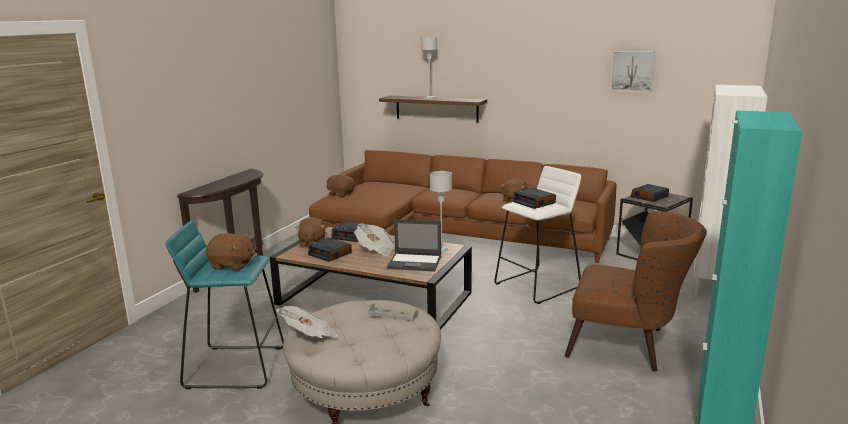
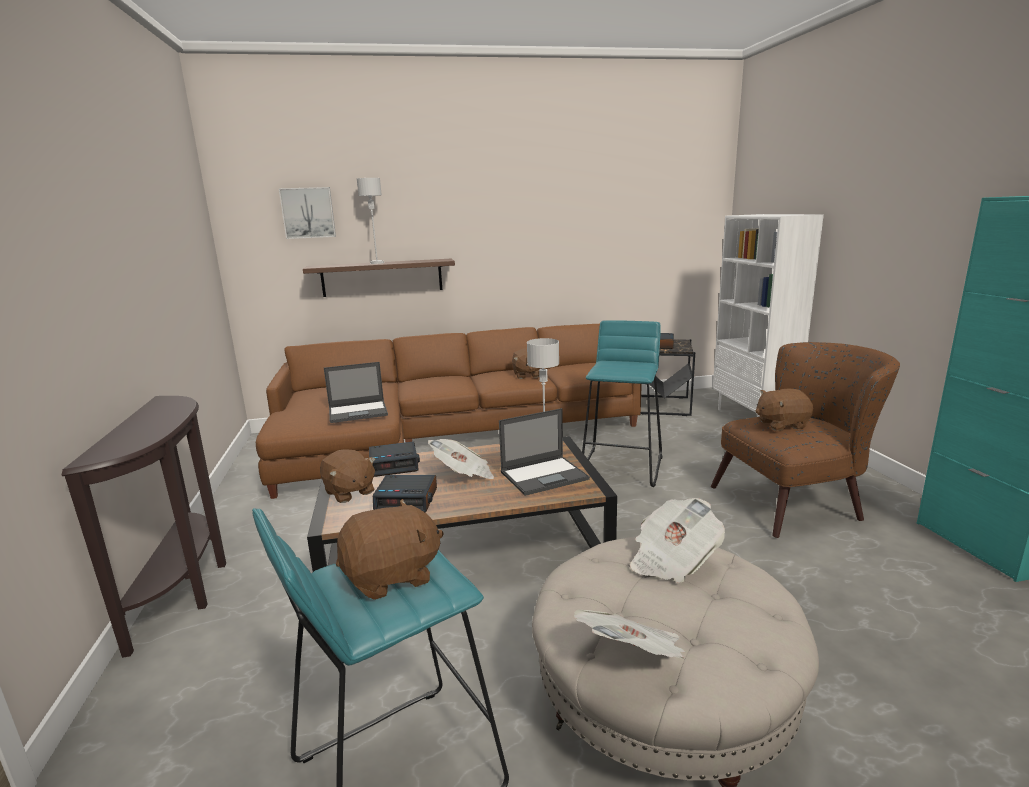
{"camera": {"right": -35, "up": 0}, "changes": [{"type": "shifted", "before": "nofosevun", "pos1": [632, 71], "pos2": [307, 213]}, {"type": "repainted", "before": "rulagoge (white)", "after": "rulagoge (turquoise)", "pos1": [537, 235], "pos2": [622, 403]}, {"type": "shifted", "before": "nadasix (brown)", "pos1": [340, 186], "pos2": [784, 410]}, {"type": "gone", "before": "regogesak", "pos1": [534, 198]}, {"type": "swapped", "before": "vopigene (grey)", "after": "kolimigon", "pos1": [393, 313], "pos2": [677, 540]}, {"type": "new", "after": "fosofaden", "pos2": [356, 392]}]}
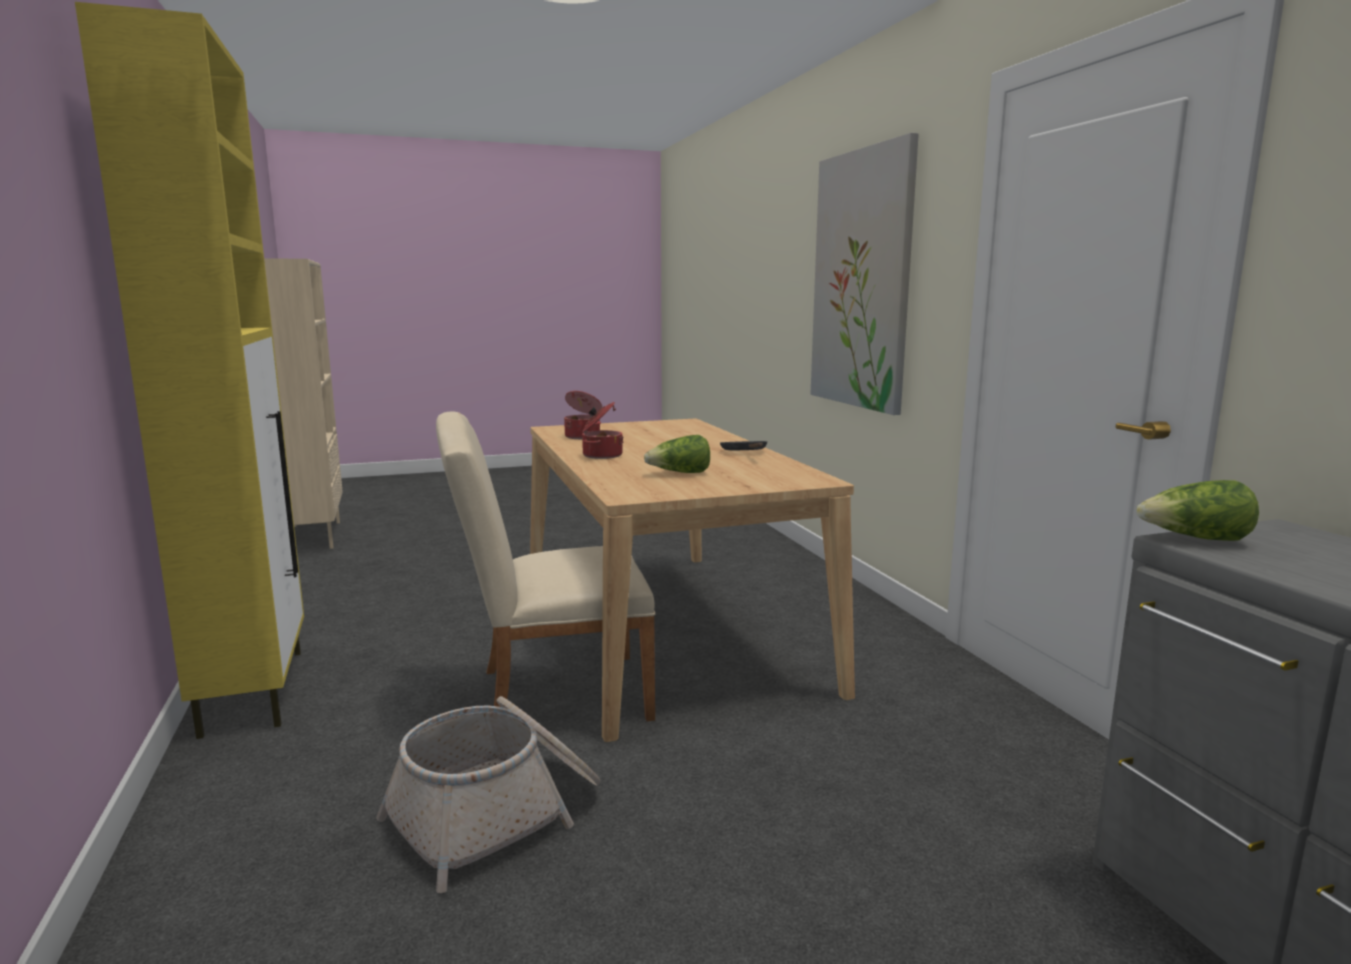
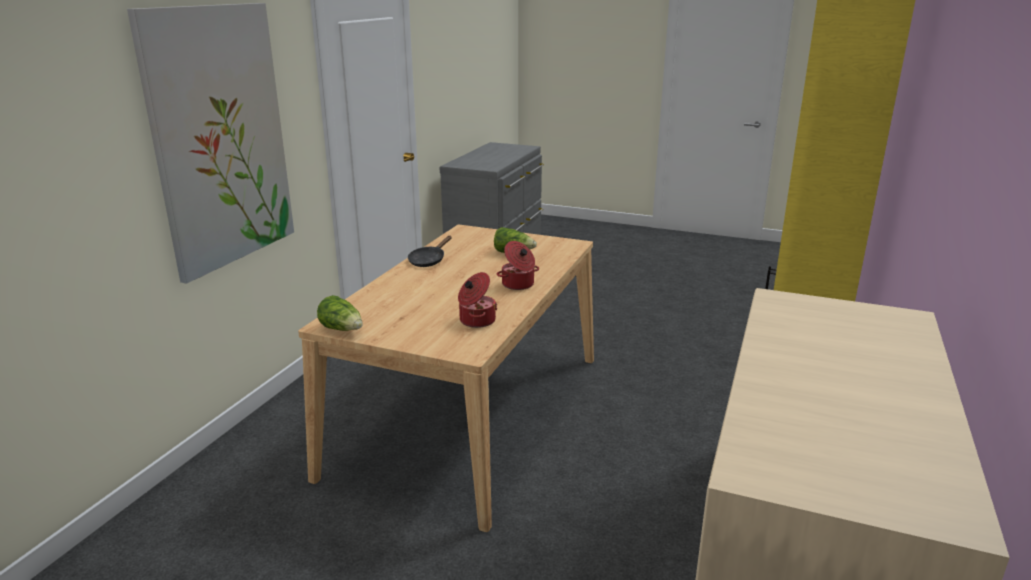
{"camera": {"right": -140, "up": 10}, "changes": [{"type": "gone", "before": "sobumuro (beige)", "pos1": [545, 566]}, {"type": "shifted", "before": "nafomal", "pos1": [1197, 510], "pos2": [340, 313]}, {"type": "gone", "before": "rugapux", "pos1": [488, 794]}]}
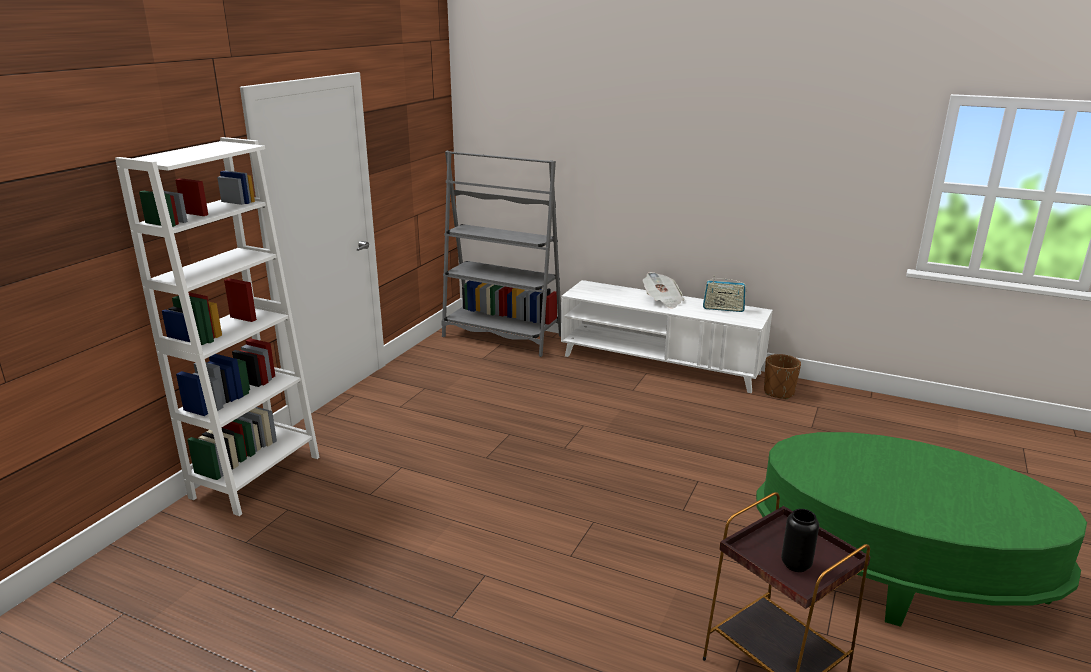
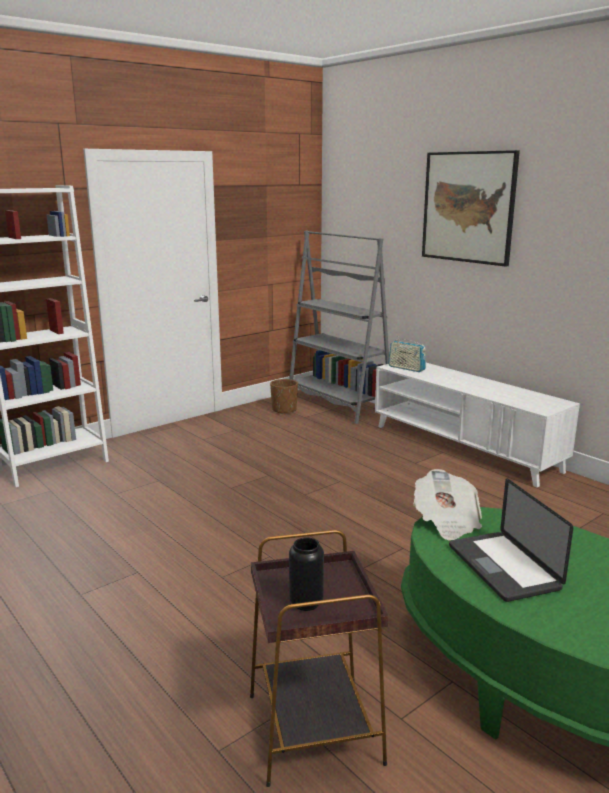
{"camera": {"right": 25, "up": -5}, "changes": [{"type": "shifted", "before": "kolimigon", "pos1": [664, 290], "pos2": [447, 505]}, {"type": "shifted", "before": "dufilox", "pos1": [725, 293], "pos2": [407, 354]}, {"type": "shifted", "before": "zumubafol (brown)", "pos1": [782, 376], "pos2": [284, 396]}, {"type": "new", "after": "nofosevun", "pos2": [471, 208]}, {"type": "new", "after": "fosofaden", "pos2": [511, 540]}]}
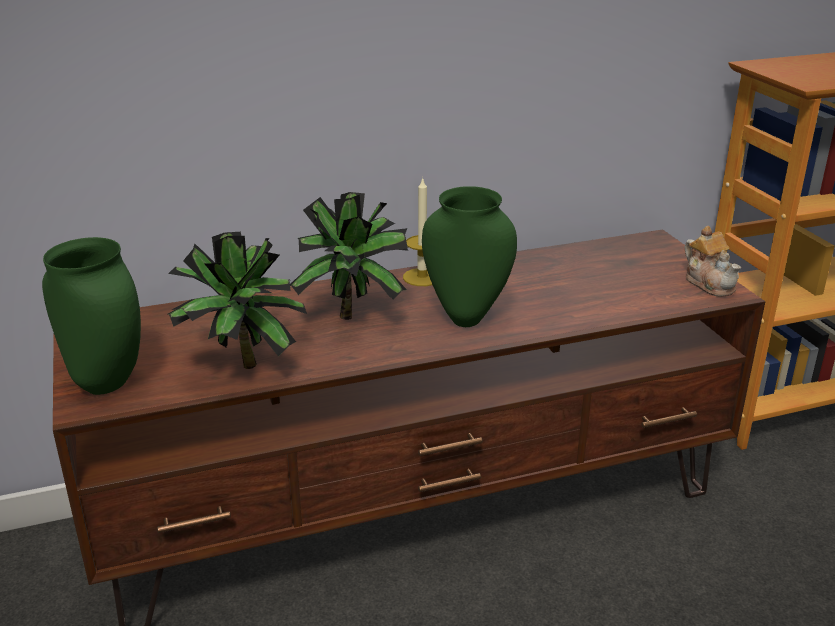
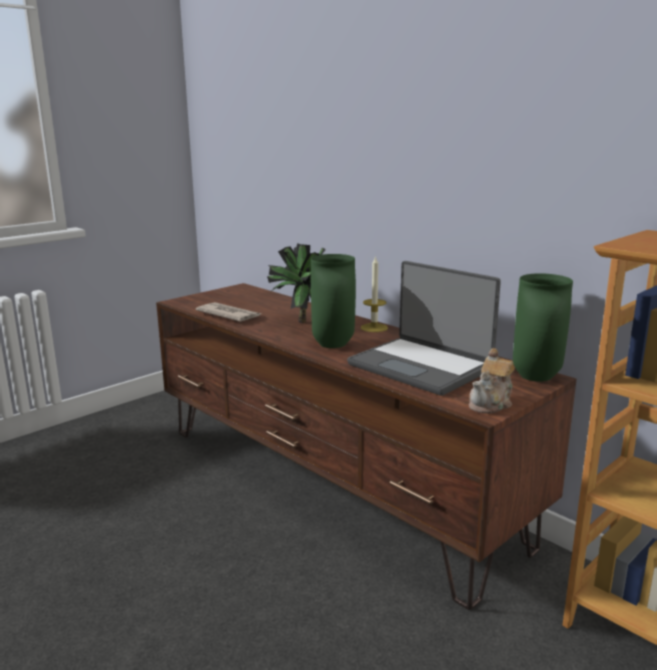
{"camera": {"right": 65, "up": -10}, "changes": [{"type": "swapped", "before": "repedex", "after": "kolimigon", "pos1": [237, 300], "pos2": [229, 312]}, {"type": "shifted", "before": "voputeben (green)", "pos1": [91, 316], "pos2": [543, 327]}, {"type": "new", "after": "fosofaden", "pos2": [424, 328]}]}
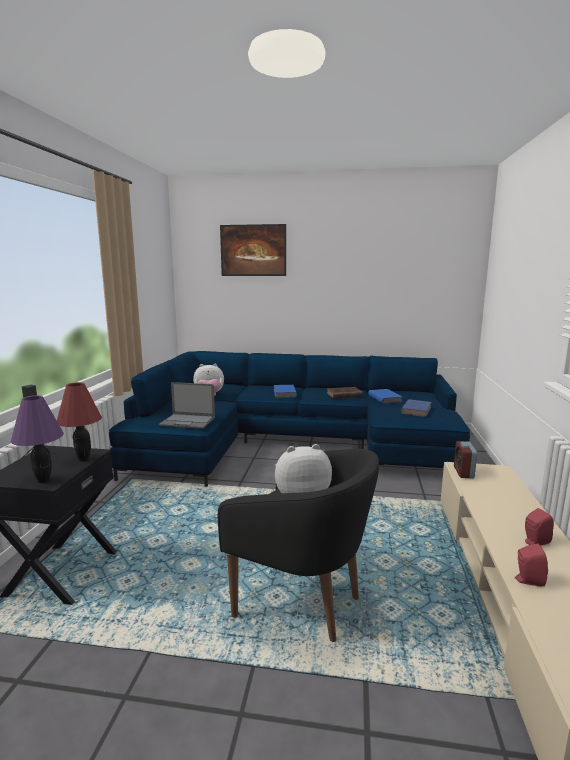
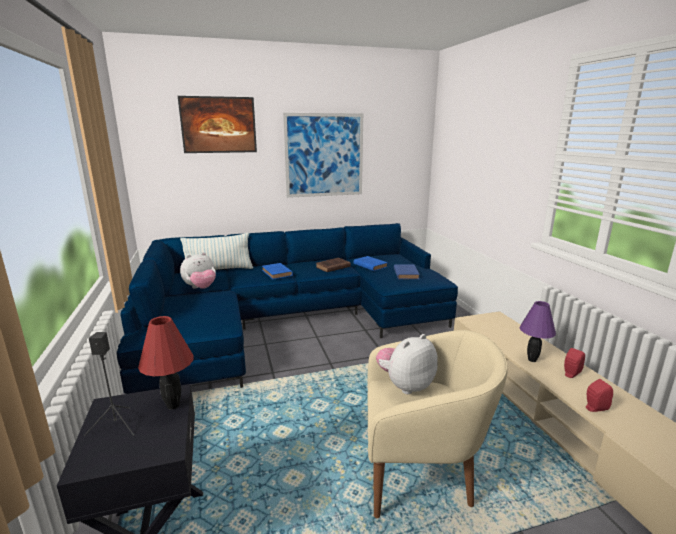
{"camera": {"right": -25, "up": 5}, "changes": [{"type": "gone", "before": "fosofaden", "pos1": [187, 405]}, {"type": "shifted", "before": "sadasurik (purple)", "pos1": [37, 439], "pos2": [537, 331]}, {"type": "gone", "before": "regogesak", "pos1": [465, 460]}, {"type": "repainted", "before": "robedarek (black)", "after": "robedarek (beige)", "pos1": [298, 545], "pos2": [437, 424]}, {"type": "new", "after": "nofosevun", "pos2": [323, 155]}, {"type": "new", "after": "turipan", "pos2": [216, 251]}]}
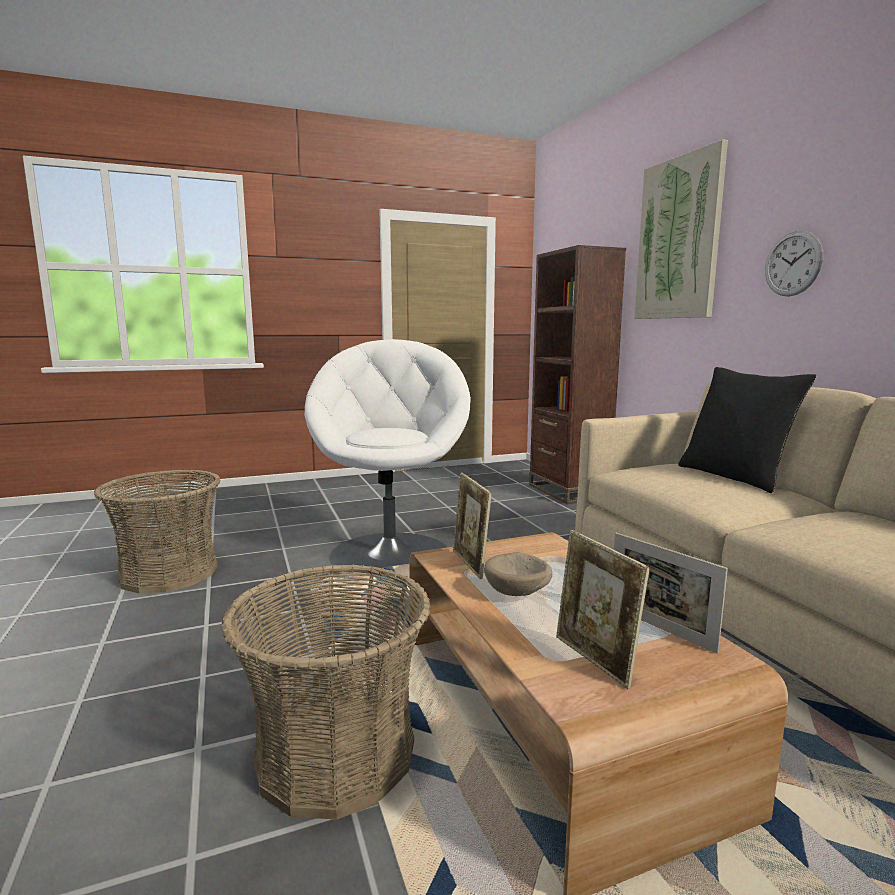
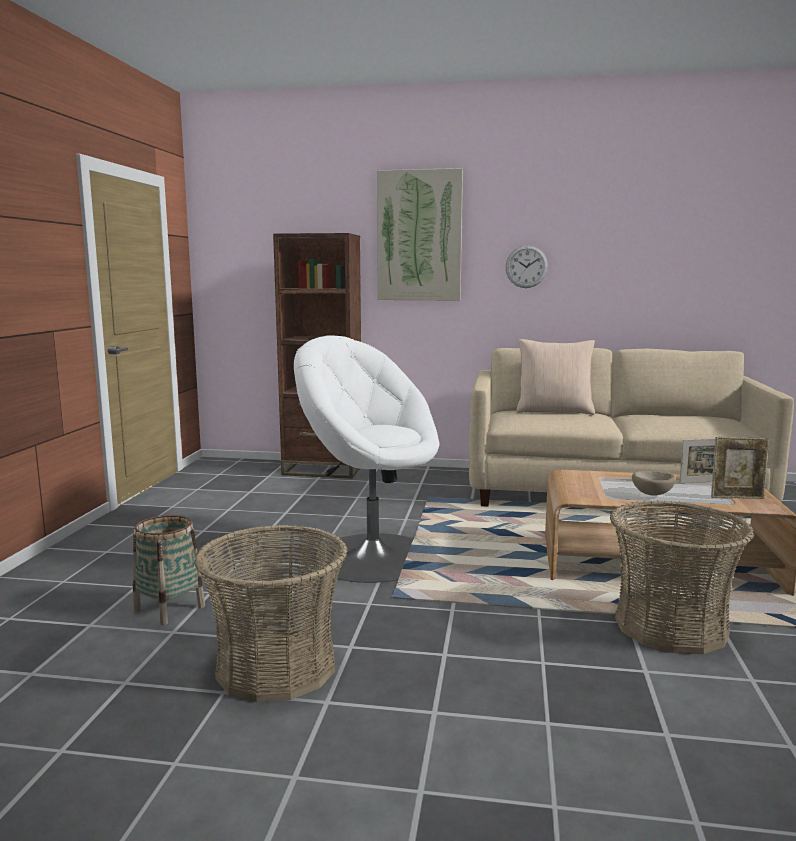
{"camera": {"right": -60, "up": 0}, "changes": [{"type": "repainted", "before": "turipan (black)", "after": "turipan (beige)", "pos1": [747, 430], "pos2": [555, 377]}, {"type": "gone", "before": "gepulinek", "pos1": [472, 526]}, {"type": "new", "after": "rugapux", "pos2": [169, 570]}]}
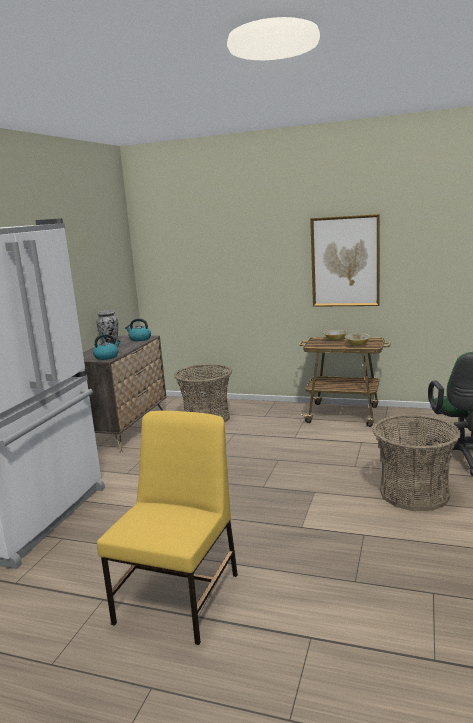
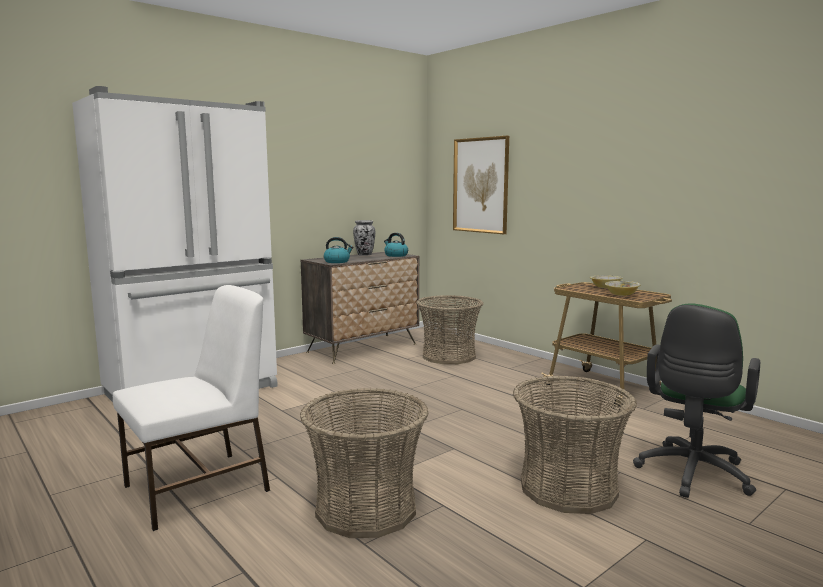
{"camera": {"right": 30, "up": -5}, "changes": [{"type": "shifted", "before": "nofosevun", "pos1": [345, 260], "pos2": [481, 185]}, {"type": "repainted", "before": "sobumuro (yellow)", "after": "sobumuro (white)", "pos1": [167, 528], "pos2": [191, 408]}, {"type": "new", "after": "rugapux", "pos2": [364, 463]}]}
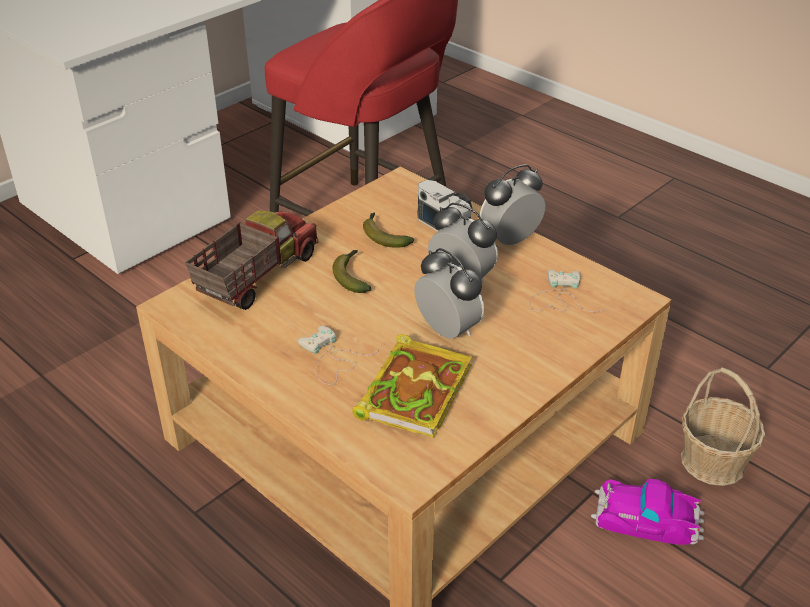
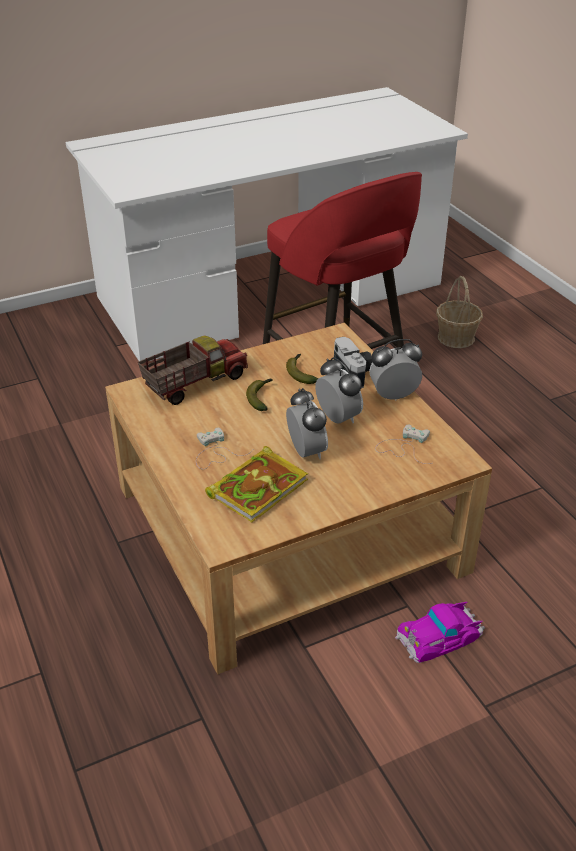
{"camera": {"right": 20, "up": 0}, "changes": [{"type": "shifted", "before": "rugapux", "pos1": [723, 427], "pos2": [459, 312]}, {"type": "rotated", "before": "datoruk", "pos1": [647, 512], "pos2": [440, 632], "turn": -60}]}
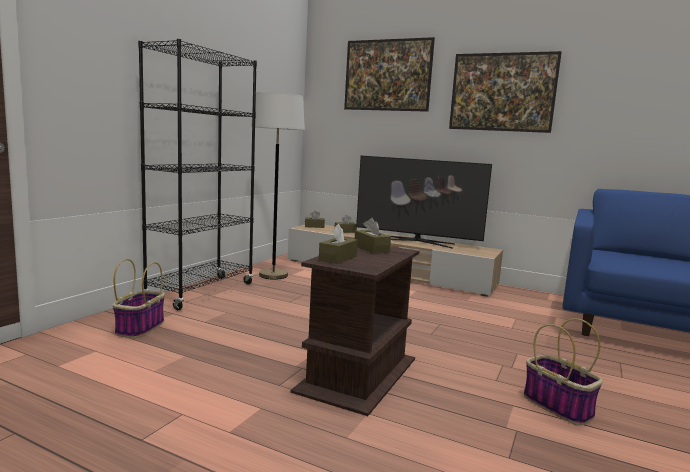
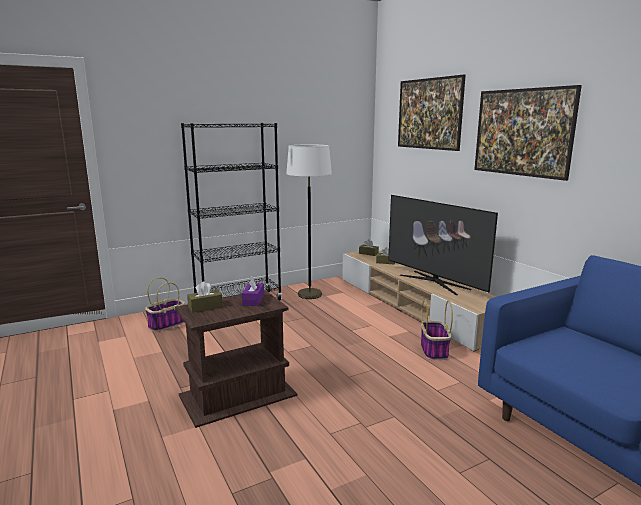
{"camera": {"right": 35, "up": 5}, "changes": [{"type": "repainted", "before": "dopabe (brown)", "after": "dopabe (purple)", "pos1": [373, 236], "pos2": [253, 291]}, {"type": "shifted", "before": "rugapux", "pos1": [563, 372], "pos2": [437, 330]}]}
